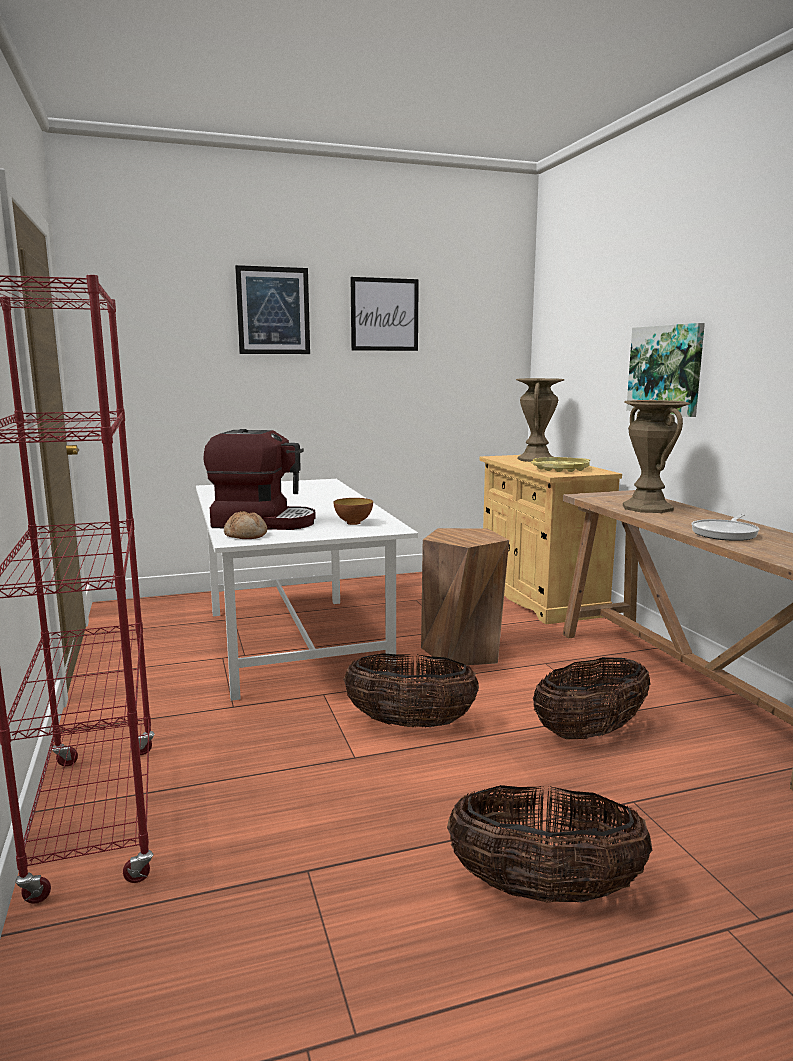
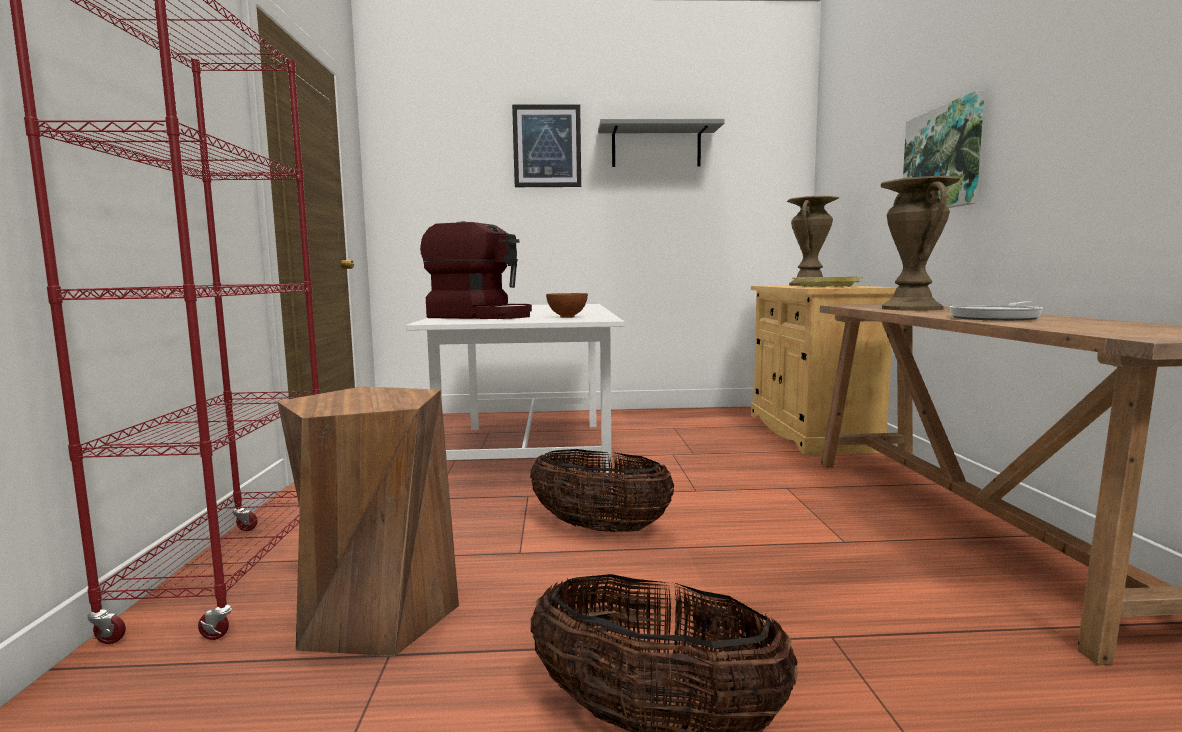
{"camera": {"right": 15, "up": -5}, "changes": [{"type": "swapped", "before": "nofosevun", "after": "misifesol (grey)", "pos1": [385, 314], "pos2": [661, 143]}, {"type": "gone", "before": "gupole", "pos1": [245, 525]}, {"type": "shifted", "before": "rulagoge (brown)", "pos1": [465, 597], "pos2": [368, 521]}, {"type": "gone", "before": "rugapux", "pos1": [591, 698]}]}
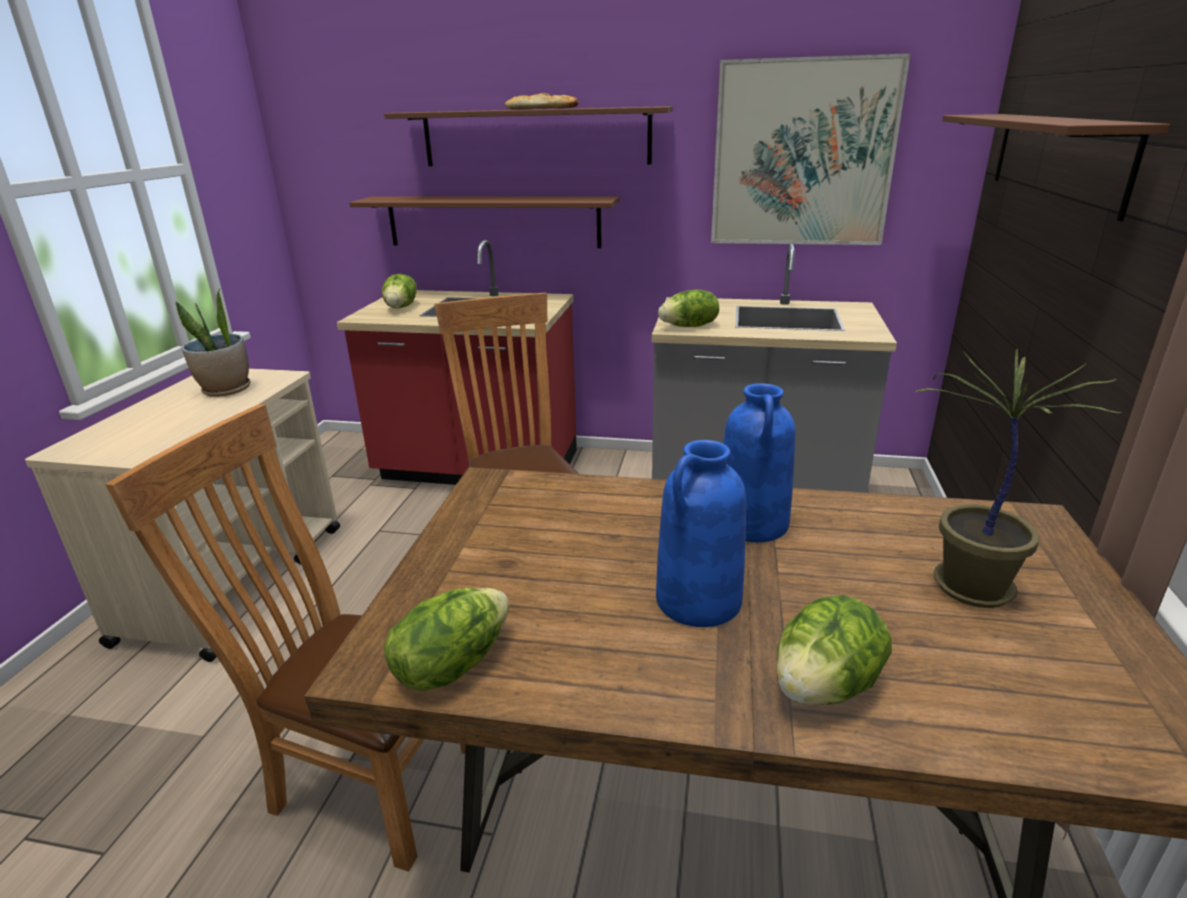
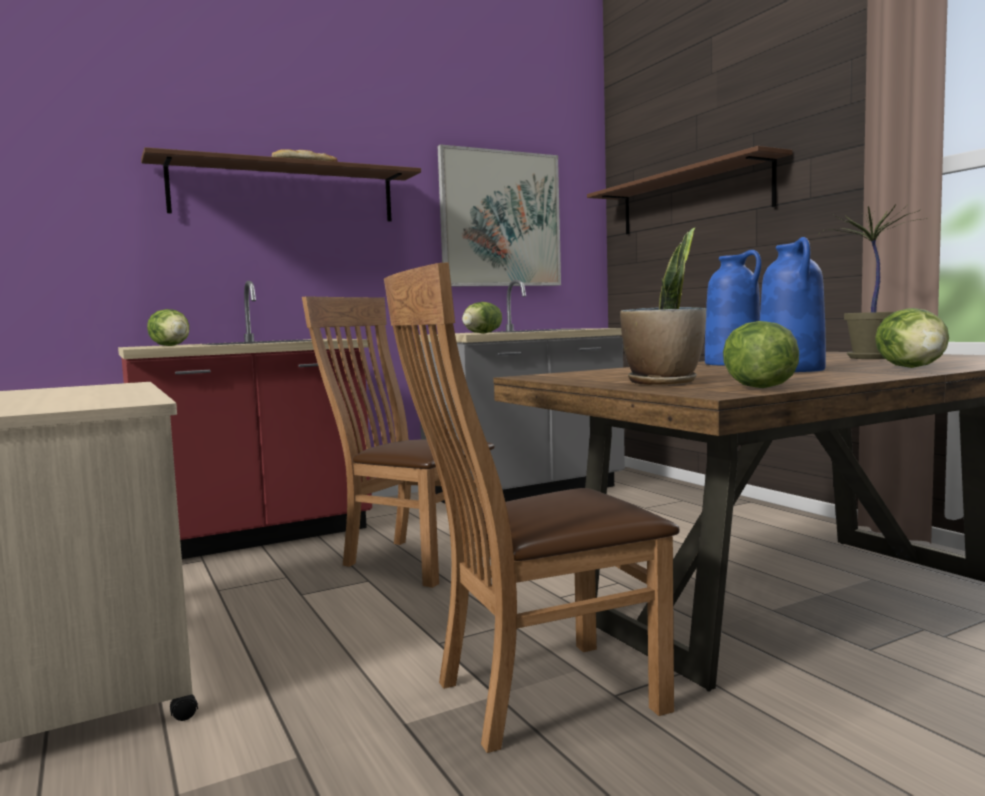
{"camera": {"right": -40, "up": -20}, "changes": [{"type": "gone", "before": "misifesol (brown)", "pos1": [484, 222]}, {"type": "shifted", "before": "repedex", "pos1": [213, 343], "pos2": [663, 306]}]}
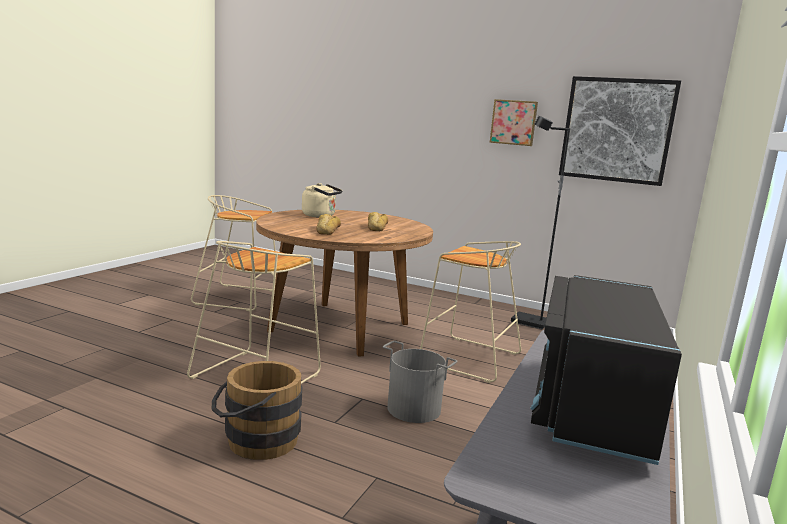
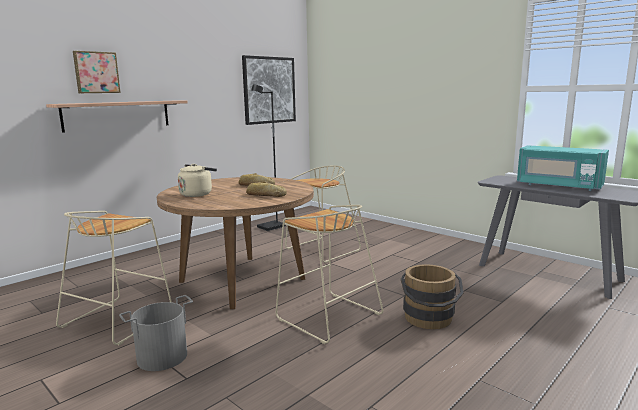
{"camera": {"right": -70, "up": 0}, "changes": [{"type": "shifted", "before": "nofosevun", "pos1": [514, 122], "pos2": [97, 72]}, {"type": "repainted", "before": "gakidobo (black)", "after": "gakidobo (turquoise)", "pos1": [606, 370], "pos2": [563, 168]}, {"type": "shifted", "before": "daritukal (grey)", "pos1": [420, 382], "pos2": [156, 333]}, {"type": "new", "after": "misifesol", "pos2": [117, 117]}]}
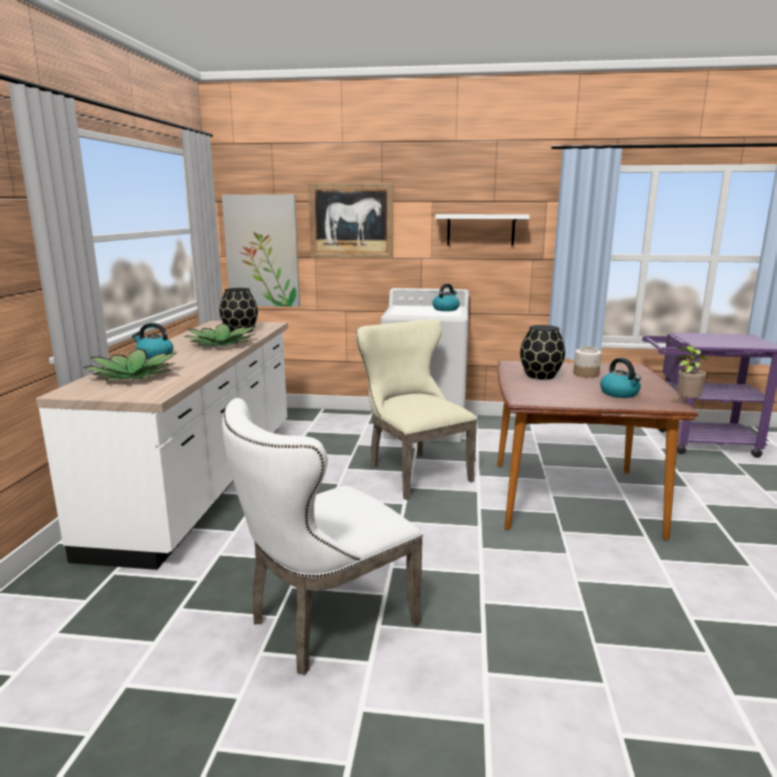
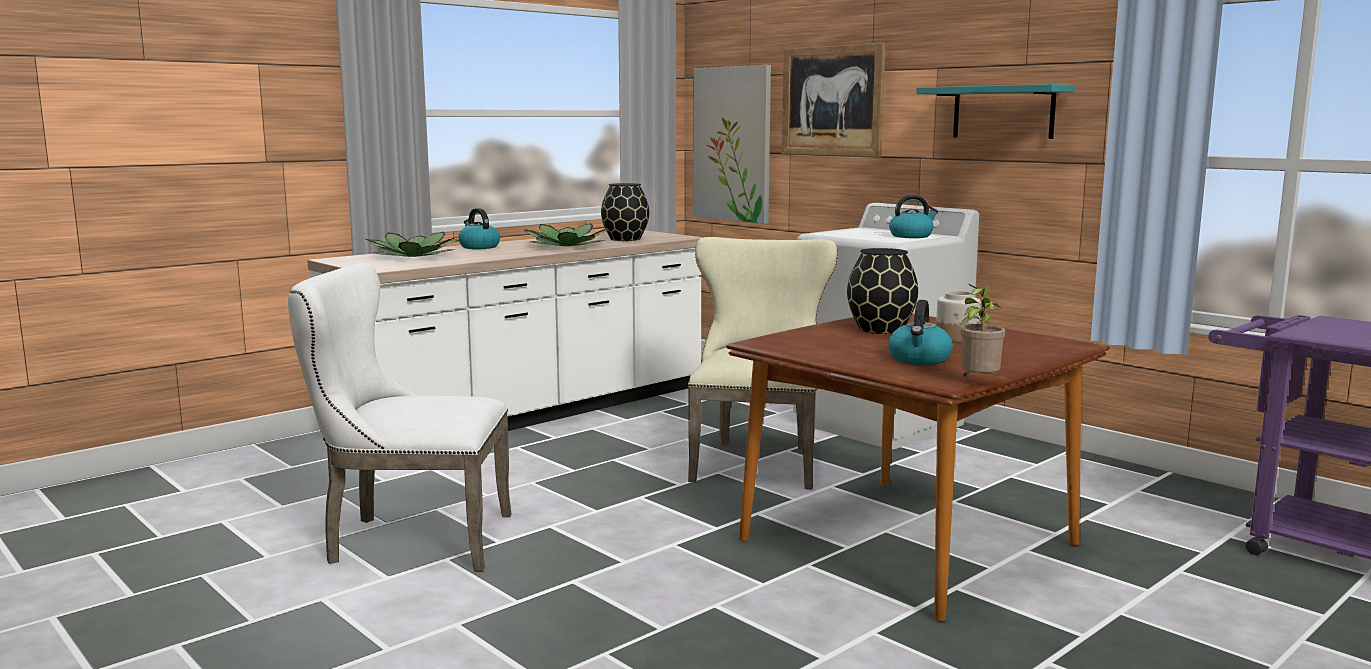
{"camera": {"right": 40, "up": -5}, "changes": [{"type": "repainted", "before": "misifesol (white)", "after": "misifesol (turquoise)", "pos1": [482, 230], "pos2": [995, 111]}]}
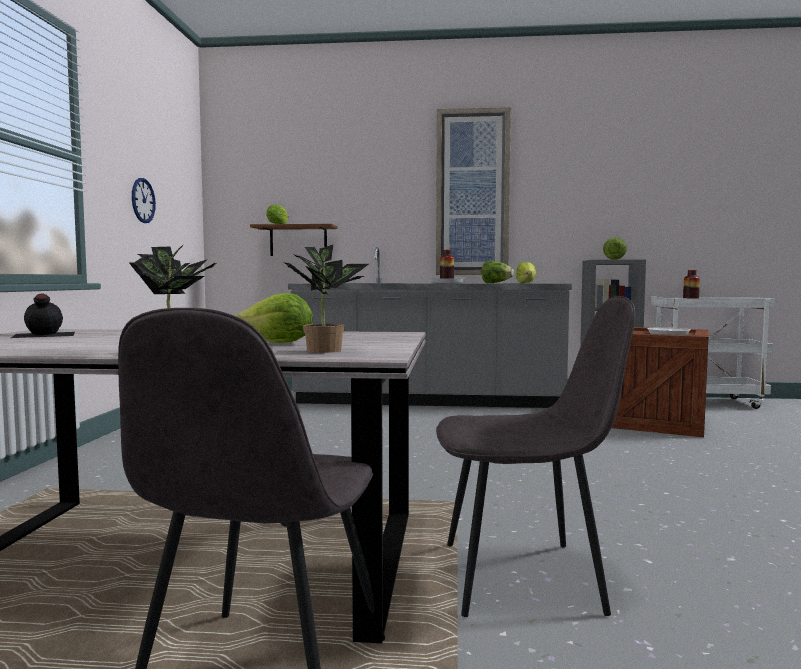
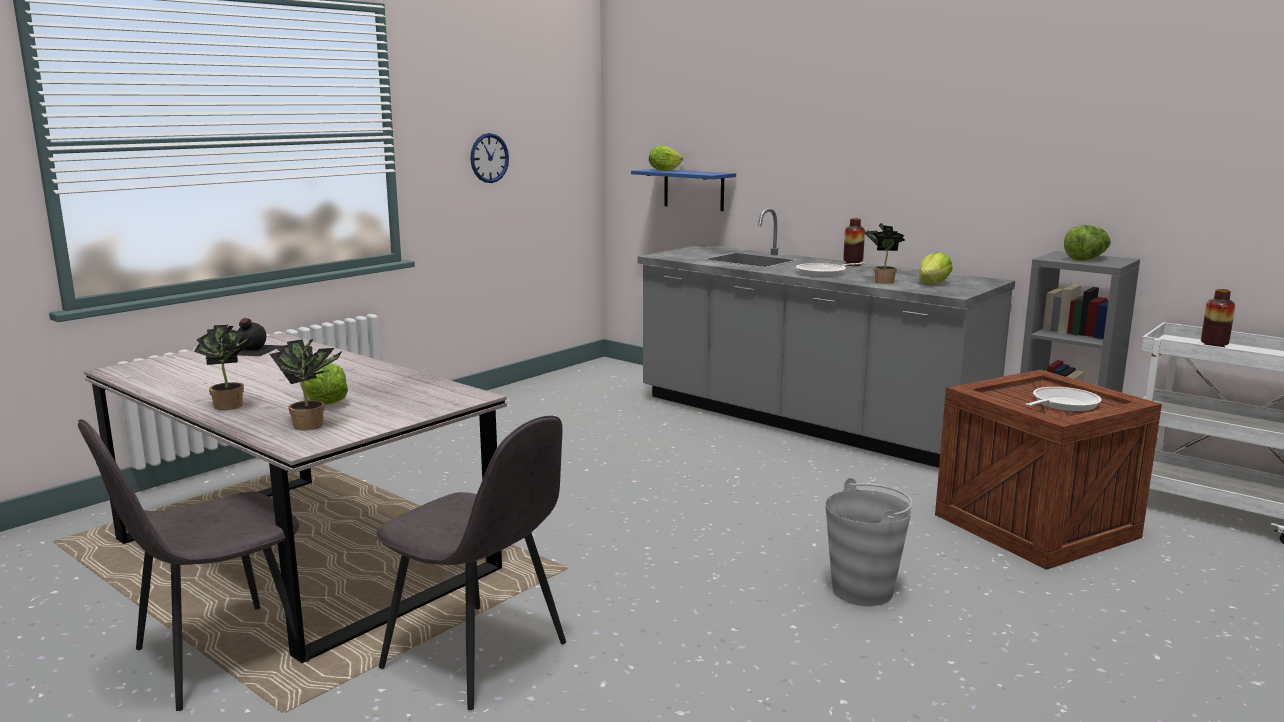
{"camera": {"right": 35, "up": 10}, "changes": [{"type": "gone", "before": "nofosevun", "pos1": [473, 191]}, {"type": "repainted", "before": "misifesol (brown)", "after": "misifesol (blue)", "pos1": [294, 240], "pos2": [683, 190]}, {"type": "swapped", "before": "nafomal", "after": "repedex", "pos1": [497, 272], "pos2": [884, 253]}, {"type": "new", "after": "daritukal (grey)", "pos2": [869, 542]}]}
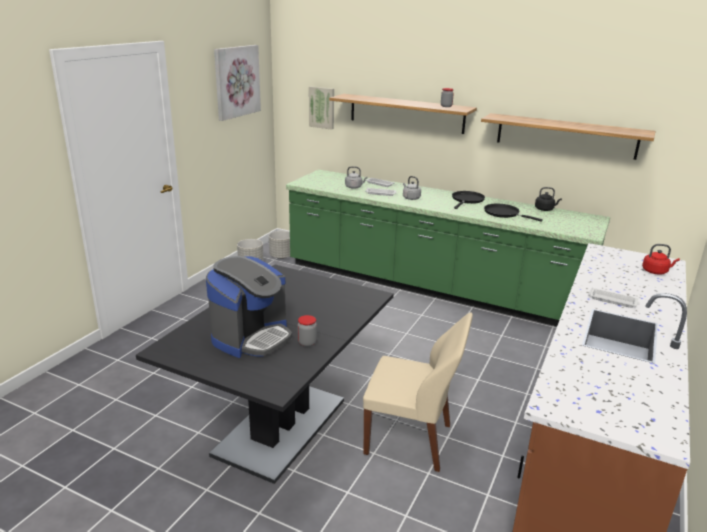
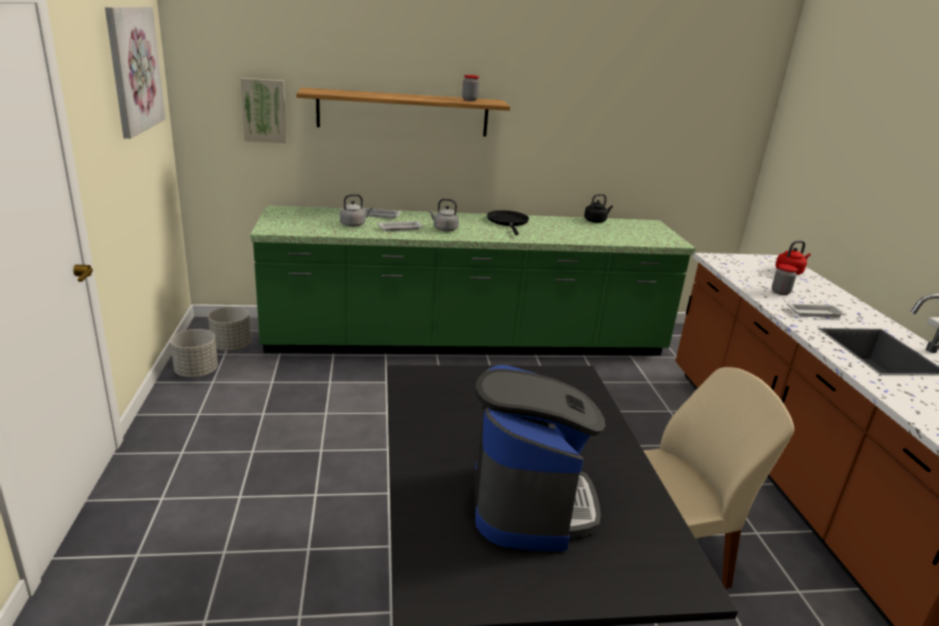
{"camera": {"right": -35, "up": 0}, "changes": [{"type": "gone", "before": "misifesol", "pos1": [568, 136]}, {"type": "gone", "before": "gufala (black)", "pos1": [513, 213]}, {"type": "shifted", "before": "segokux", "pos1": [307, 331], "pos2": [785, 279]}]}
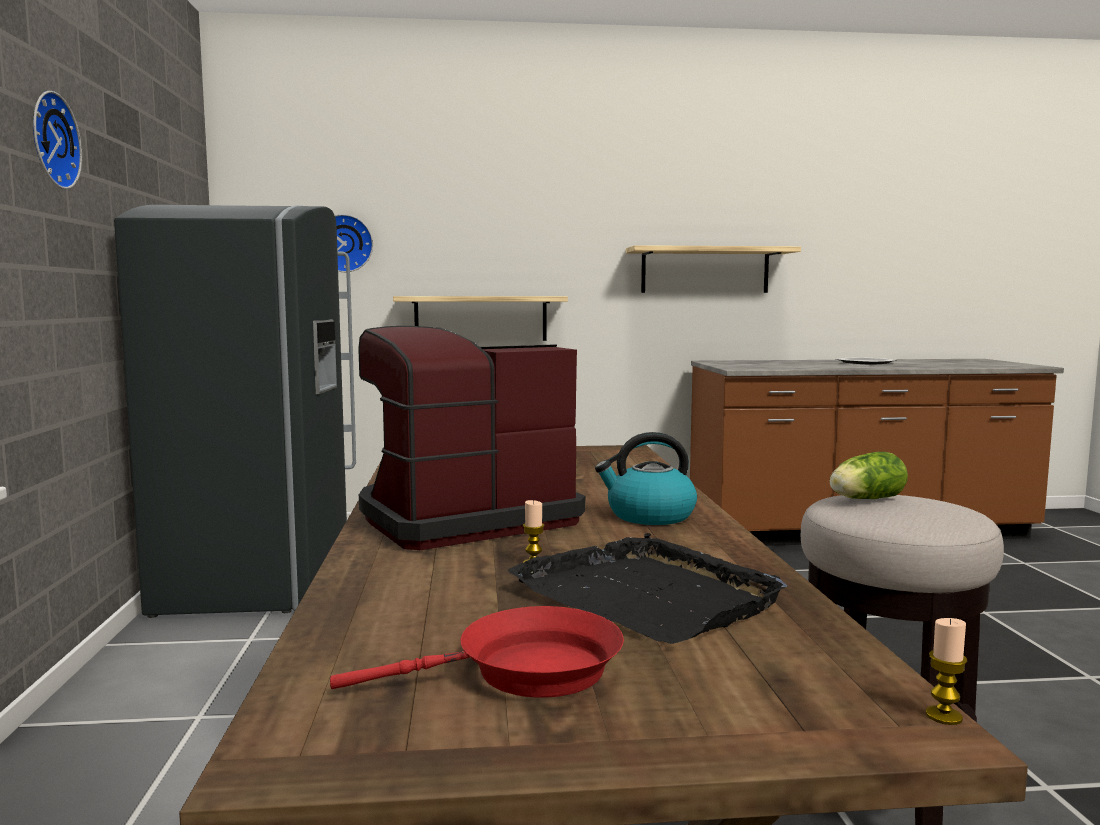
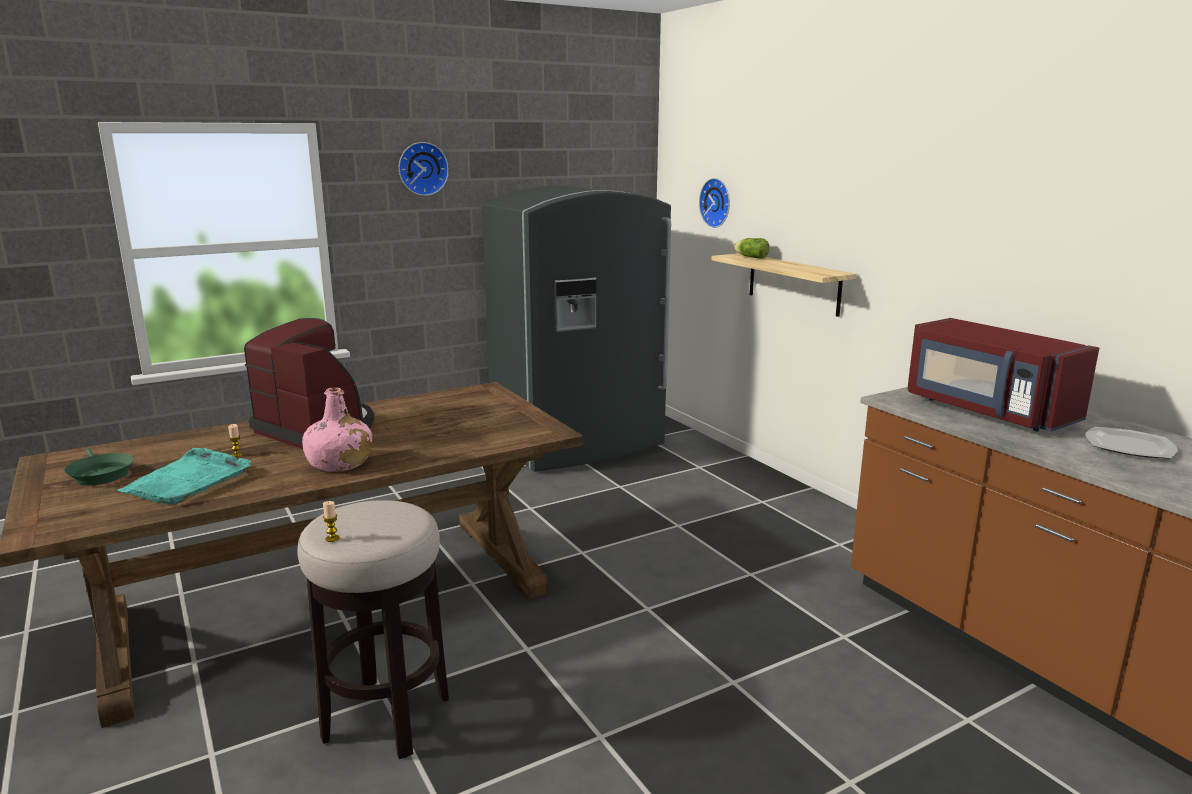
{"camera": {"right": 65, "up": 10}, "changes": [{"type": "gone", "before": "misifesol", "pos1": [713, 269]}, {"type": "swapped", "before": "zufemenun", "after": "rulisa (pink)", "pos1": [646, 478], "pos2": [337, 429]}, {"type": "shifted", "before": "nafomal", "pos1": [869, 475], "pos2": [751, 248]}, {"type": "repainted", "before": "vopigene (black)", "after": "vopigene (turquoise)", "pos1": [647, 588], "pos2": [184, 476]}, {"type": "repainted", "before": "gufala (red)", "after": "gufala (green)", "pos1": [477, 652], "pos2": [99, 467]}, {"type": "shifted", "before": "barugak", "pos1": [946, 671], "pos2": [331, 521]}, {"type": "new", "after": "gakidobo (red)", "pos2": [1003, 375]}]}
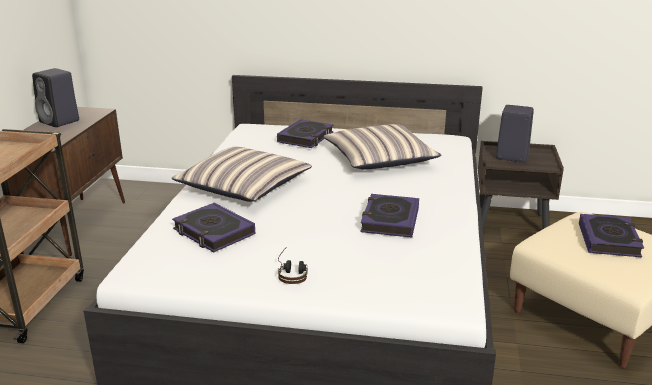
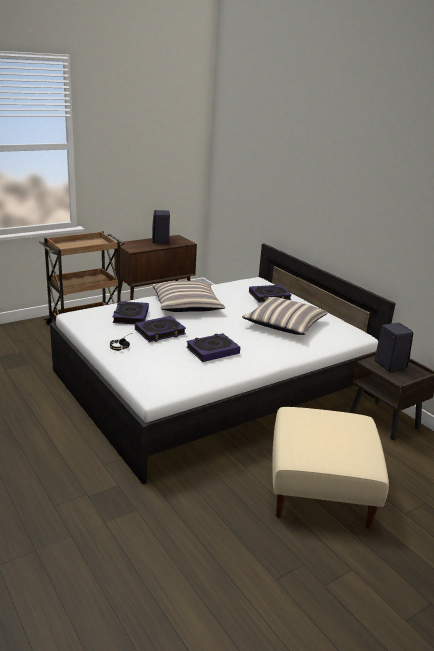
{"camera": {"right": 45, "up": 0}, "changes": [{"type": "shifted", "before": "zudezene", "pos1": [611, 235], "pos2": [160, 329]}]}
